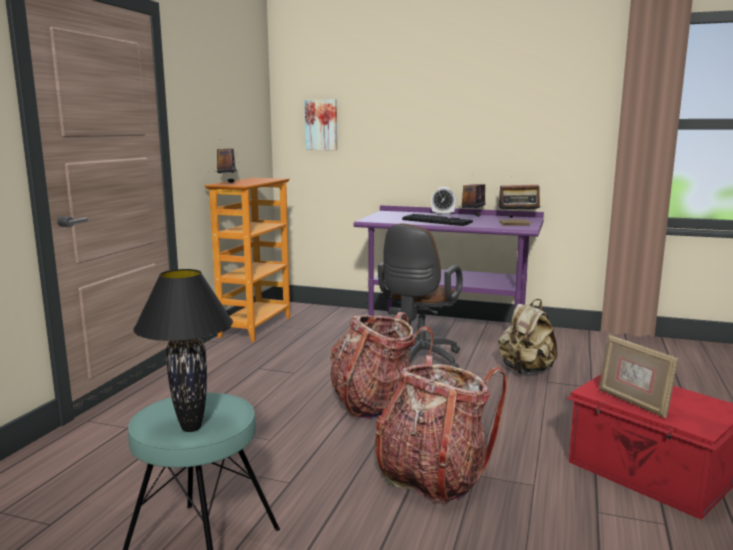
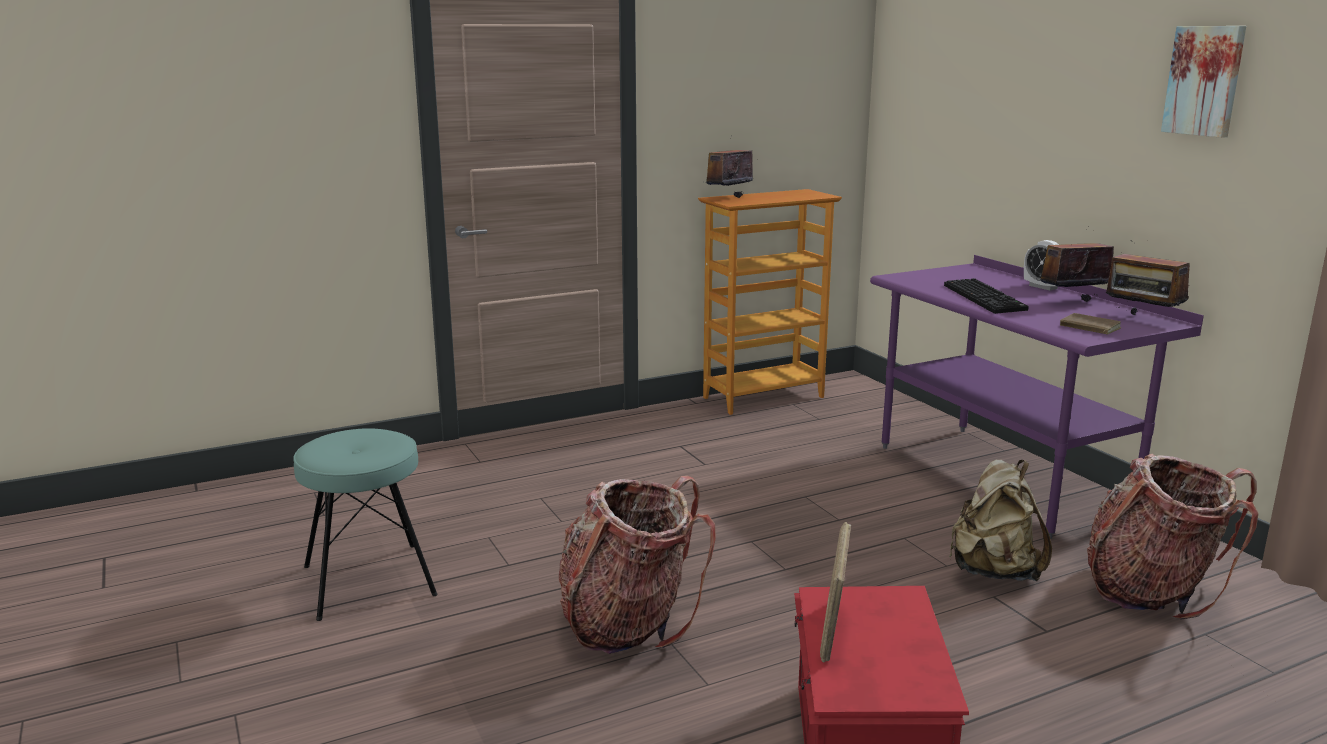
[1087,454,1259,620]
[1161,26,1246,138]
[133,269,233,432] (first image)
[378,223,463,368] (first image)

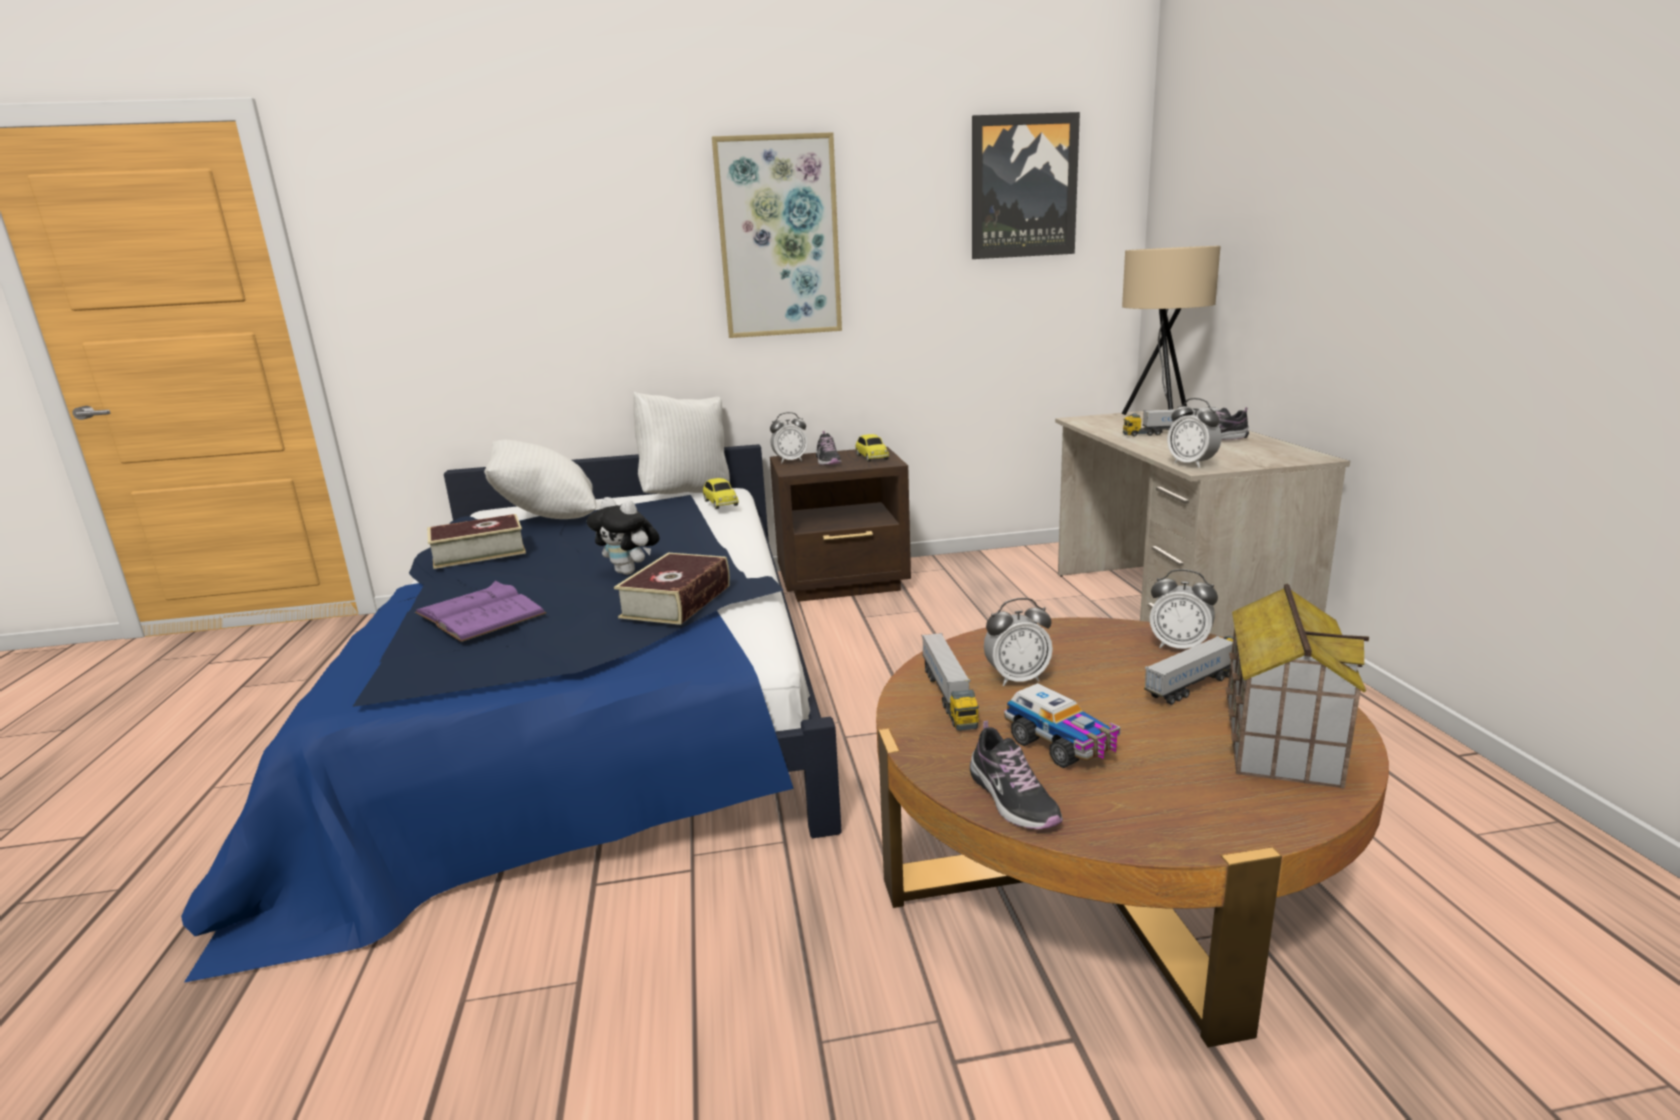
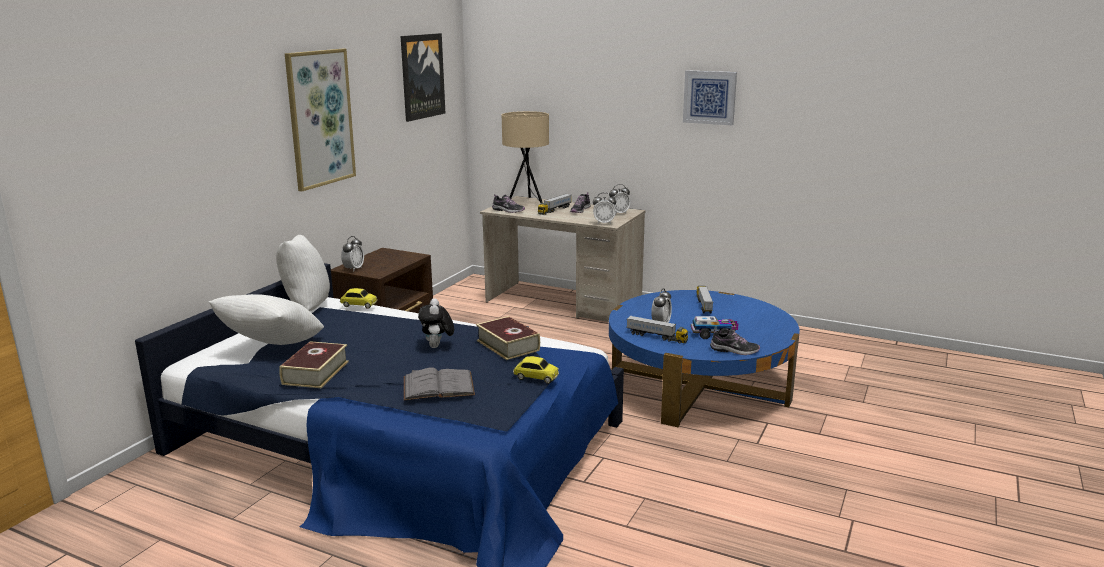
[404,367,475,400]
[418,298,454,348]
[492,194,525,213]
[513,356,559,384]
[609,184,631,215]
[609,290,800,427]
[683,70,737,125]
[1226,584,1369,789] (first image)

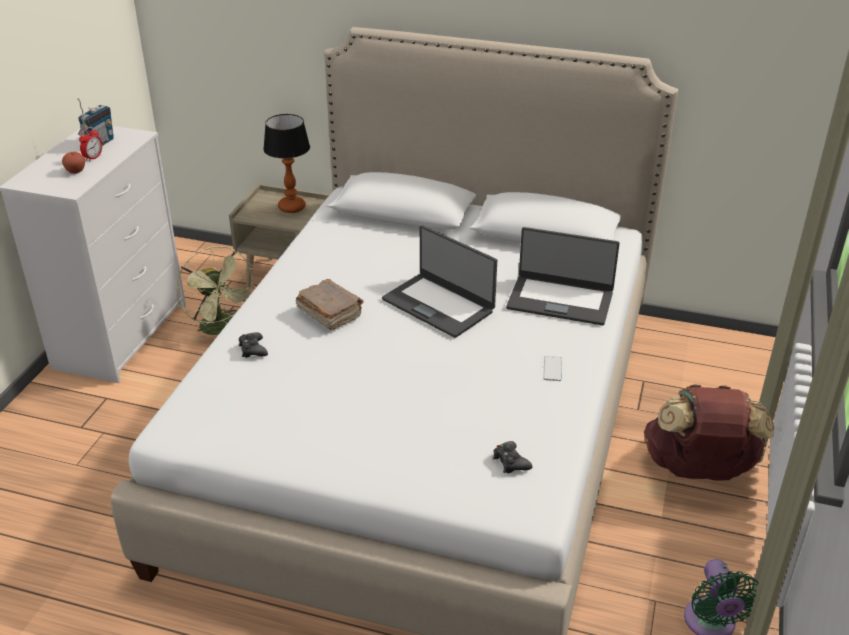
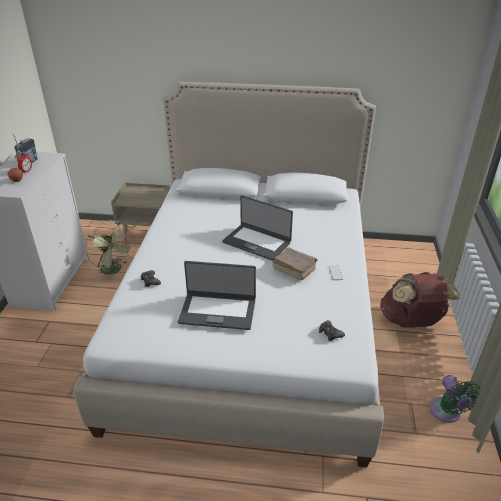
[178,261,256,330]
[273,247,318,280]
[263,114,310,213] (first image)

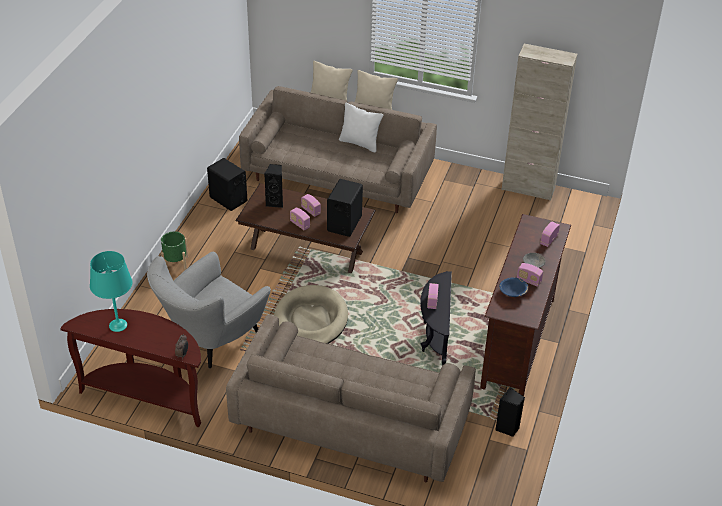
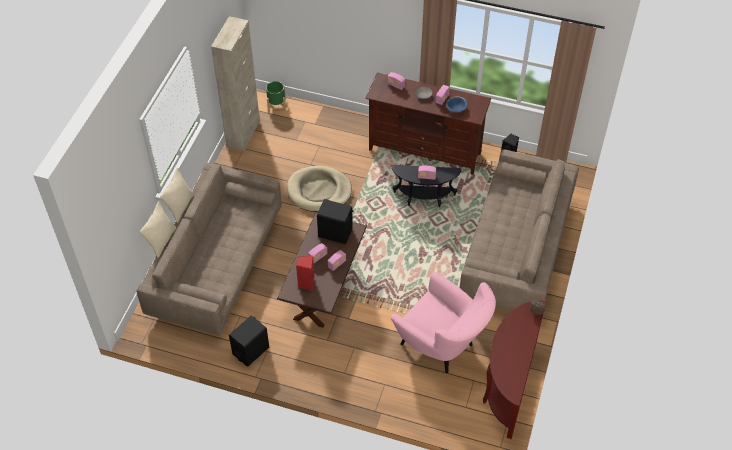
[266,81,286,113]
[287,166,352,212]
[296,256,314,291]
[391,272,496,373]
[90,251,132,332] (first image)
[339,102,383,153] (first image)

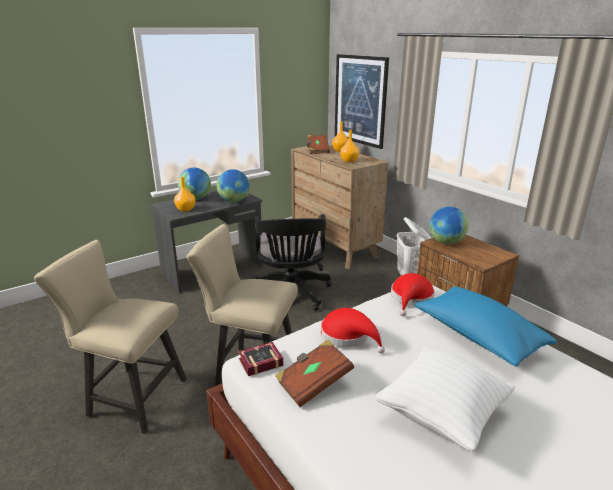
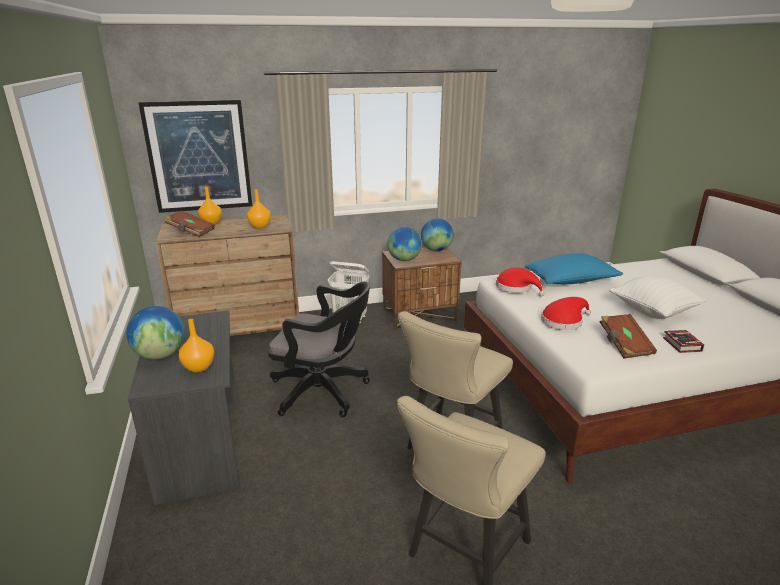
[421,218,454,251]
[663,330,704,353]

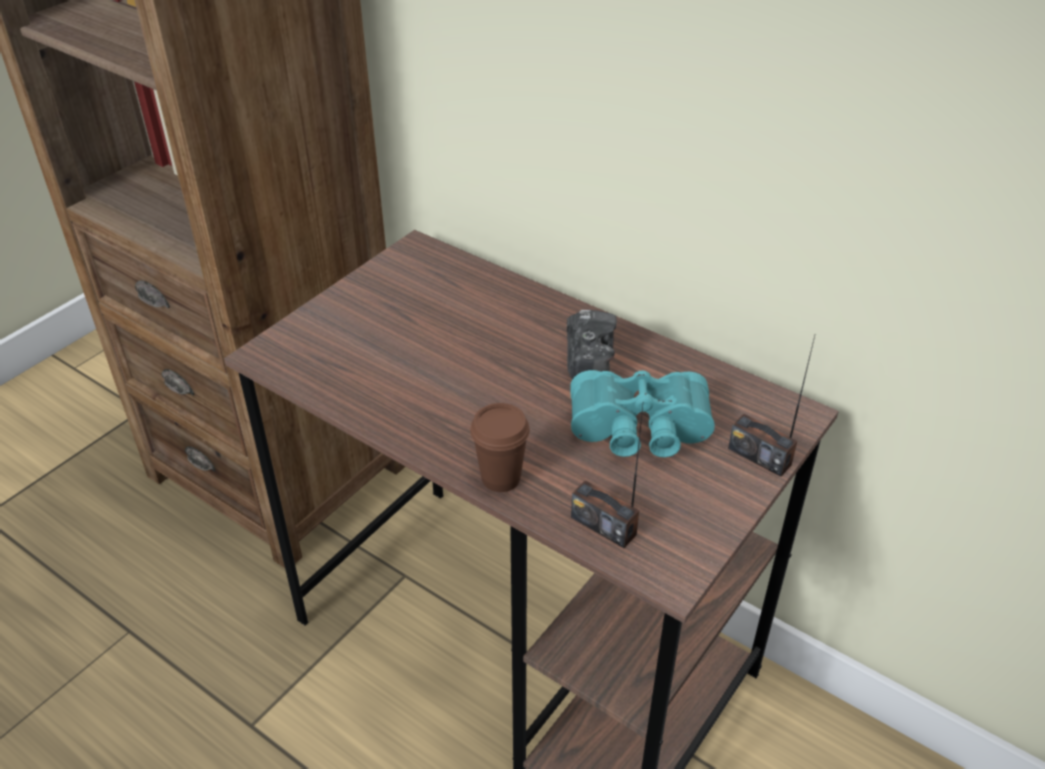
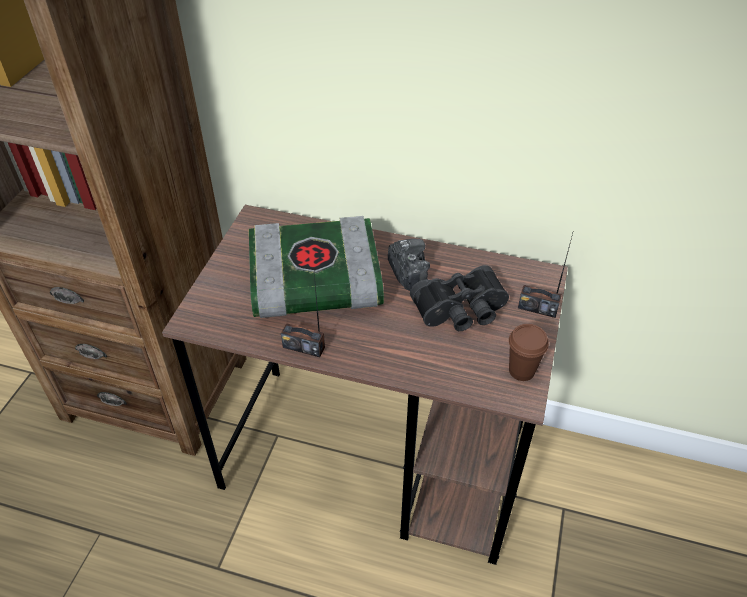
[249,216,384,318]
[281,274,325,357]
[410,265,509,331]
[509,324,549,381]

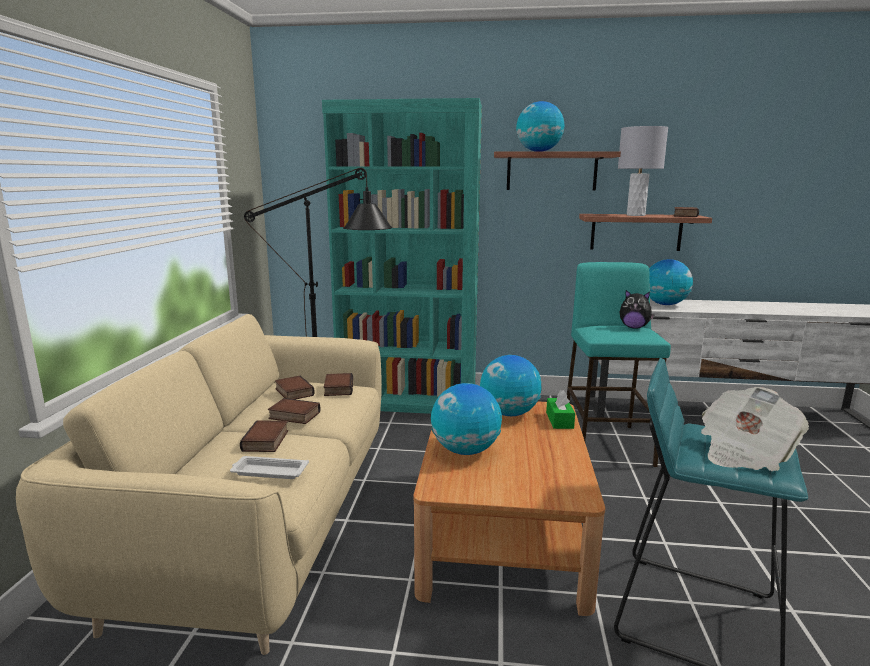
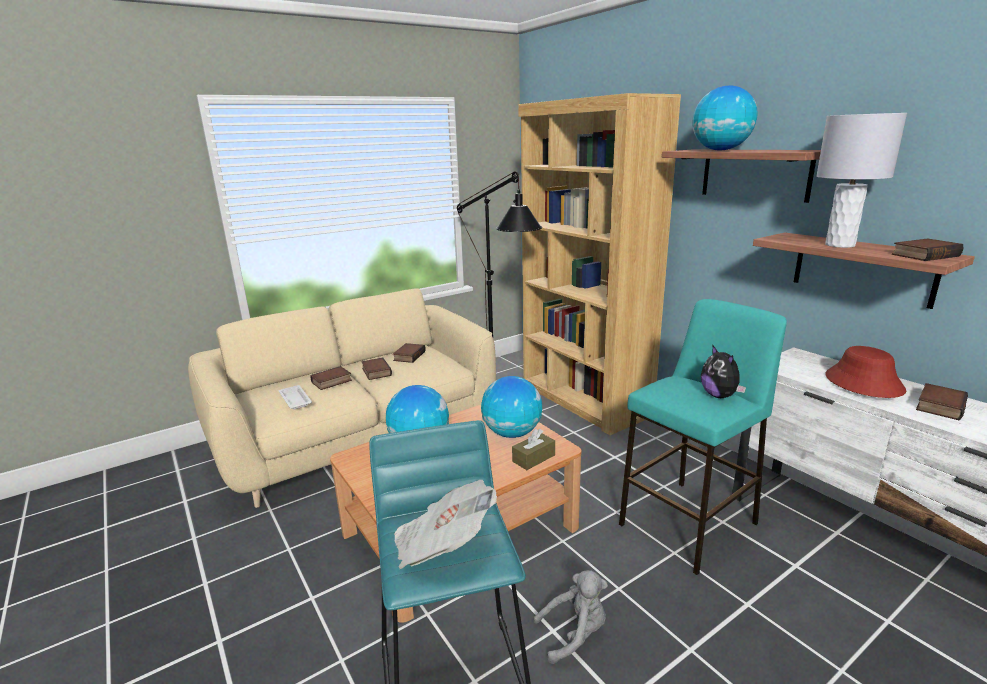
[512,429,555,470]
[518,93,681,435]
[533,570,608,664]
[825,346,906,398]
[916,383,968,420]

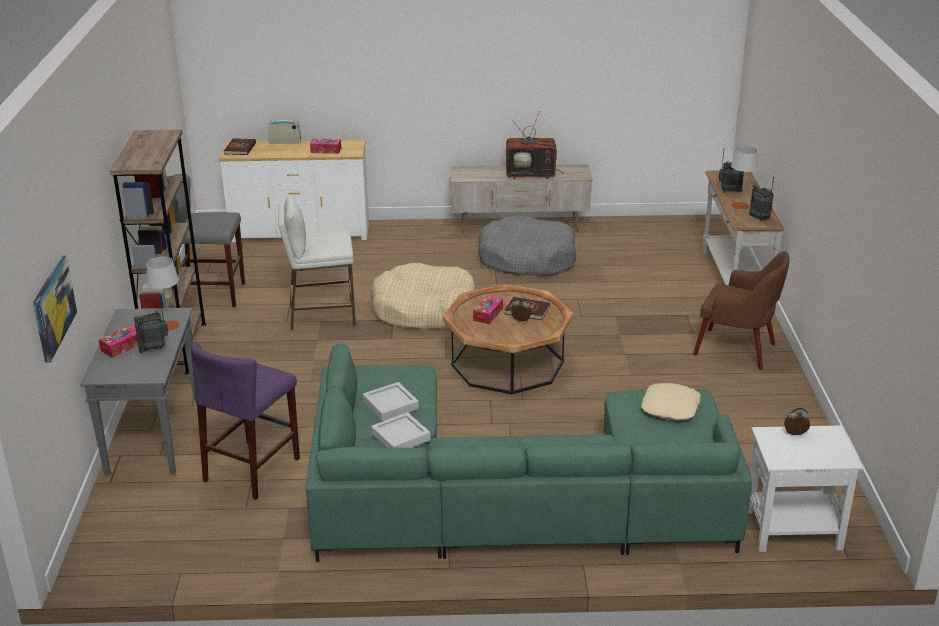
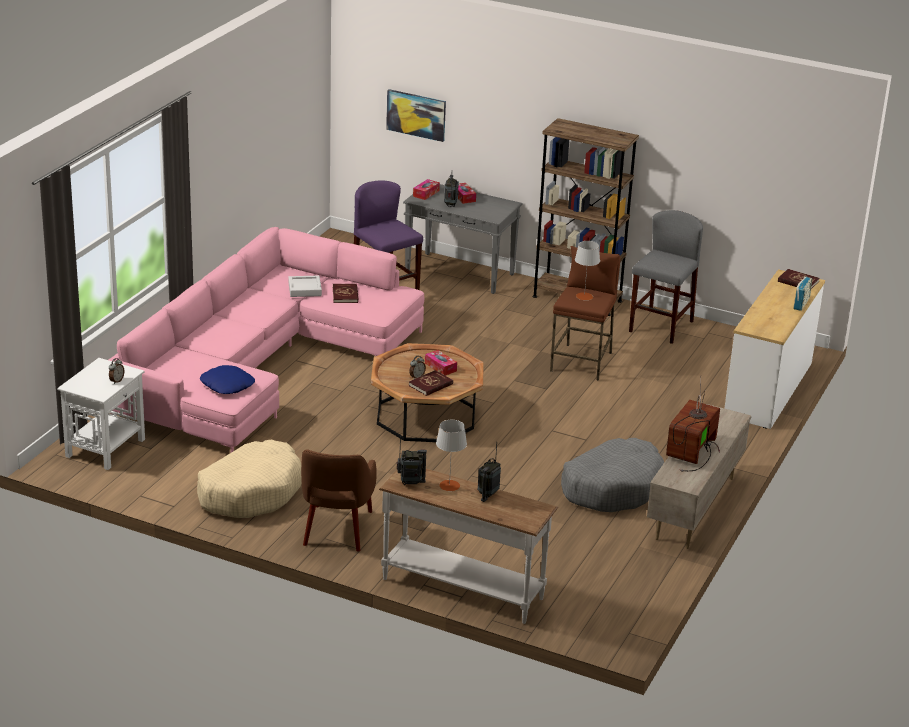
[108,227,424,453]
[197,439,302,518]
[200,365,255,394]
[301,450,377,552]
[333,284,358,303]
[413,179,440,200]
[550,246,620,381]
[575,241,600,300]

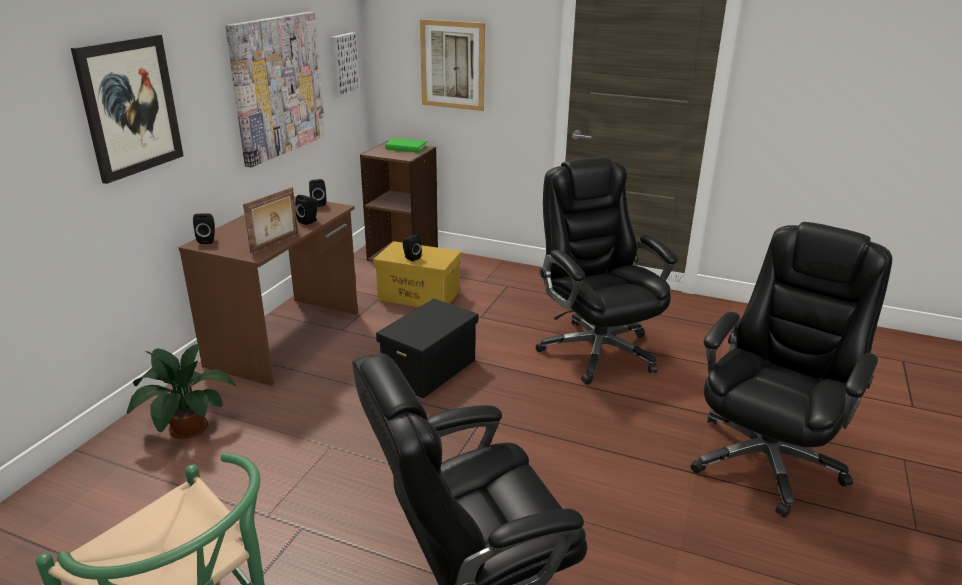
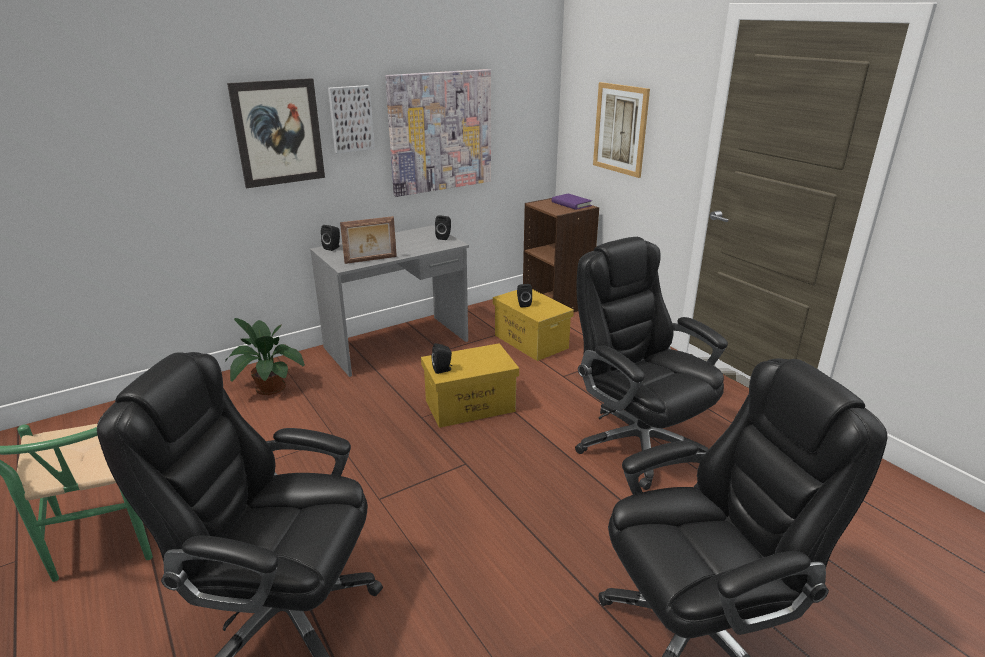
[310,225,469,377]
[328,85,375,153]
[421,343,519,428]
[431,343,452,374]
[552,194,592,210]
[575,237,728,490]

